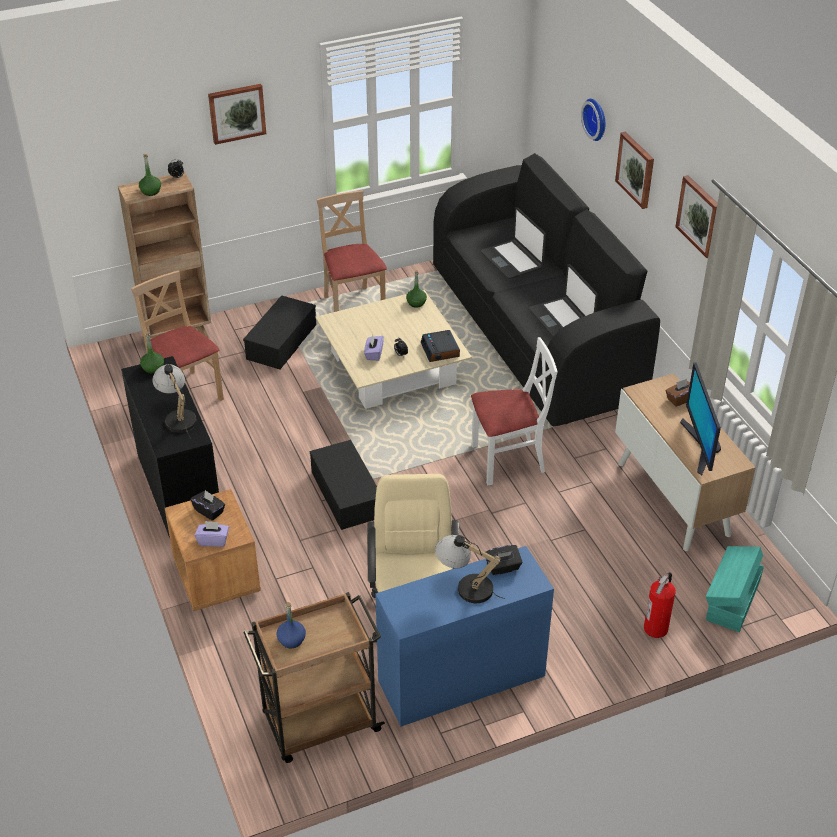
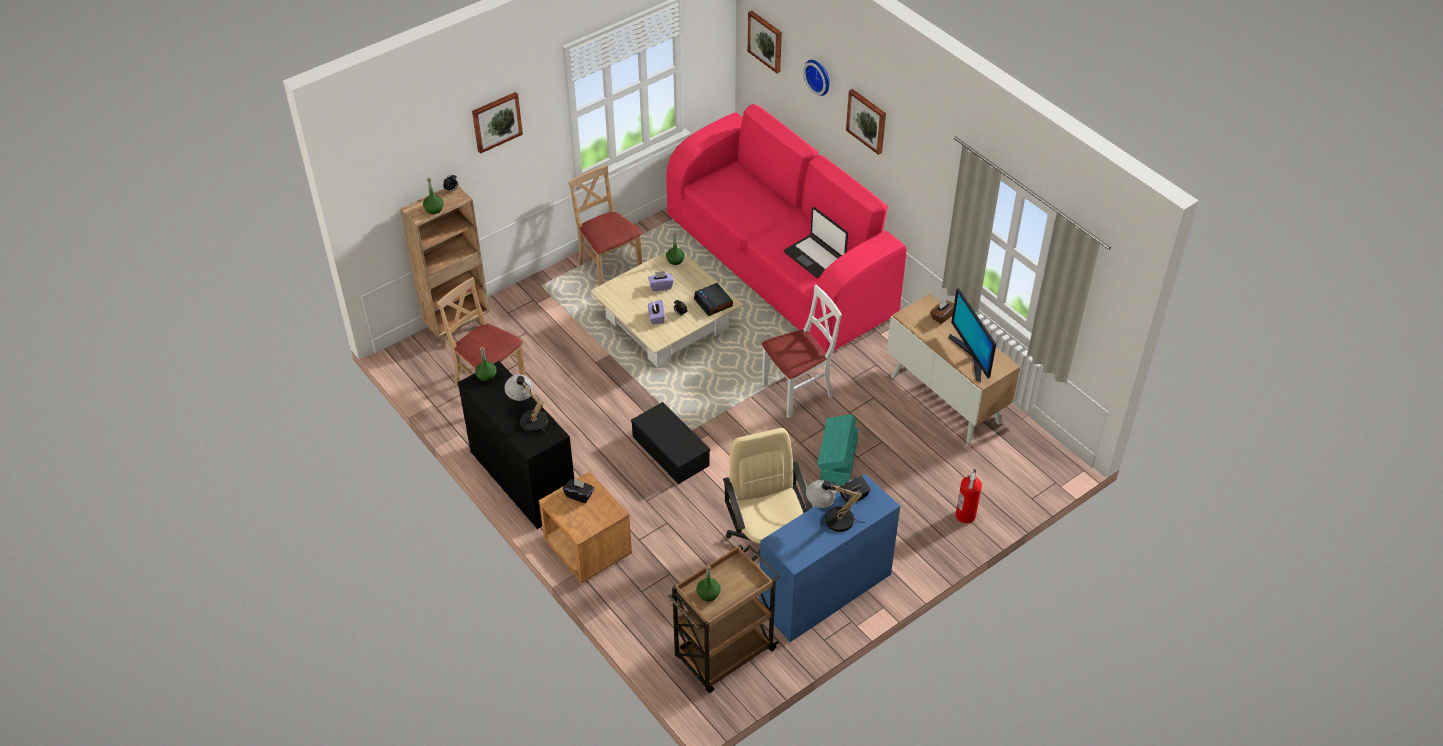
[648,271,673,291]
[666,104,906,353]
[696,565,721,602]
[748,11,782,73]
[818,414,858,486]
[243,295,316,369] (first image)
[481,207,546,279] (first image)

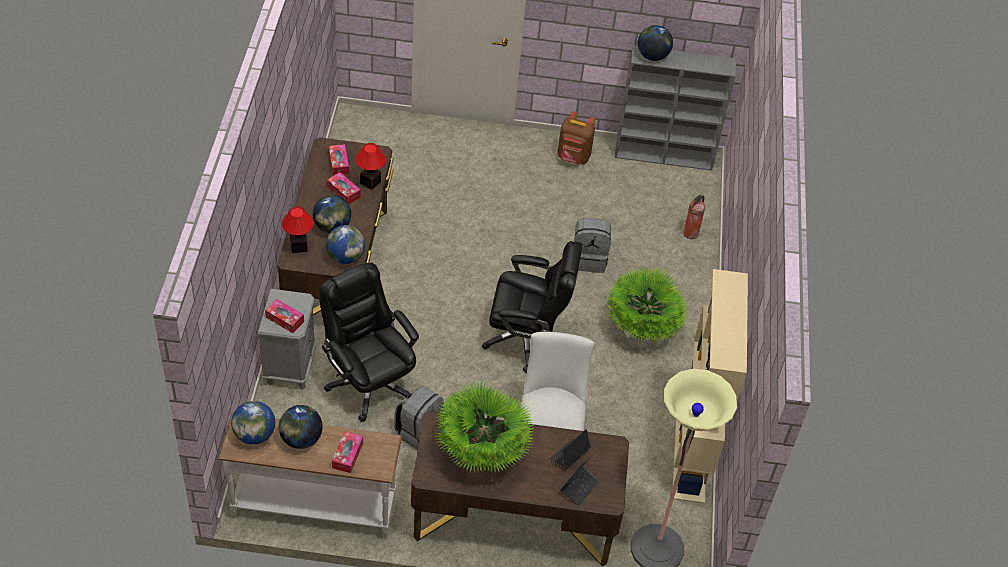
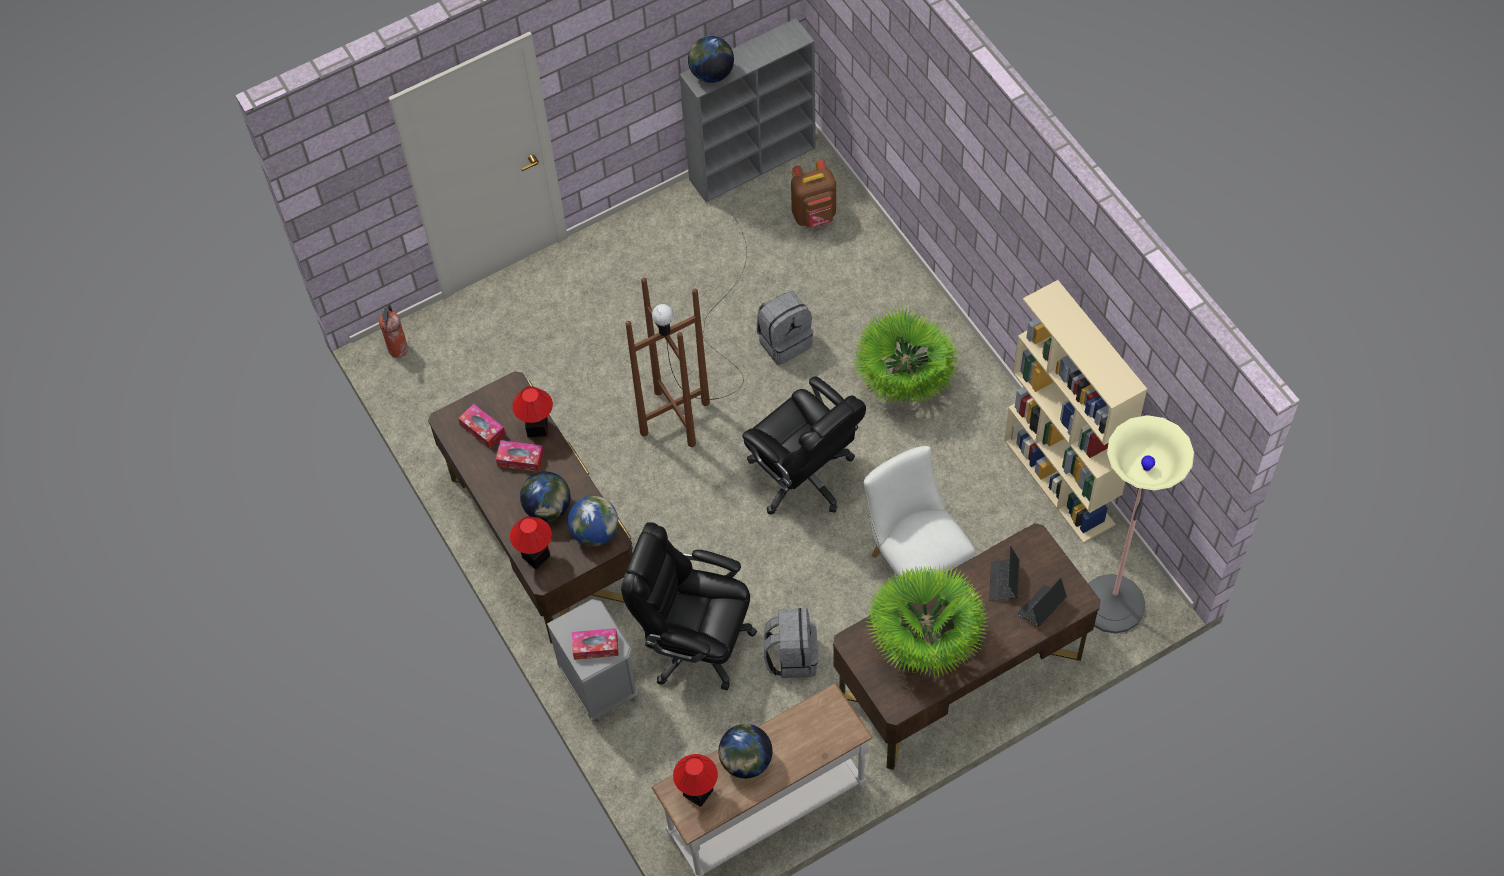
[379,305,408,358]
[626,211,747,447]
[673,754,718,807]
[742,376,866,514]
[791,159,836,228]
[1017,578,1067,626]
[332,431,363,473] (first image)

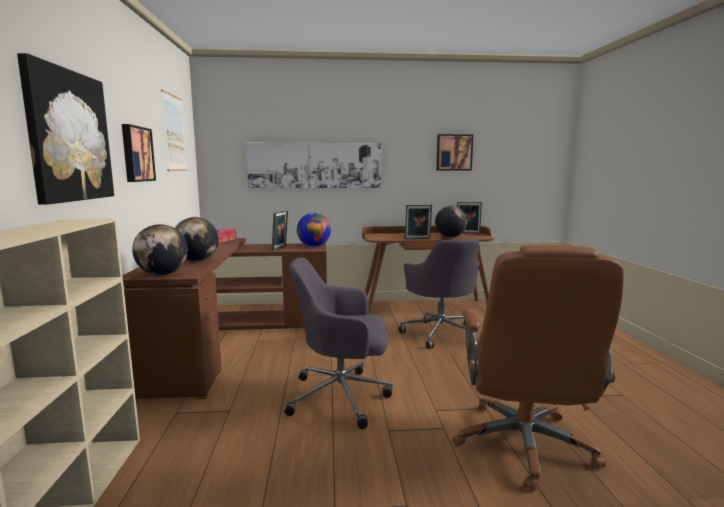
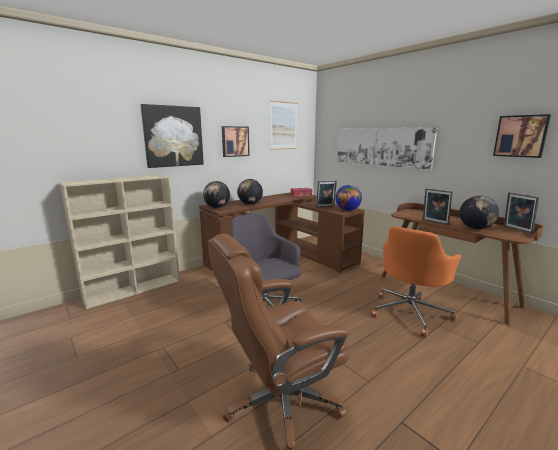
[371,226,461,338]

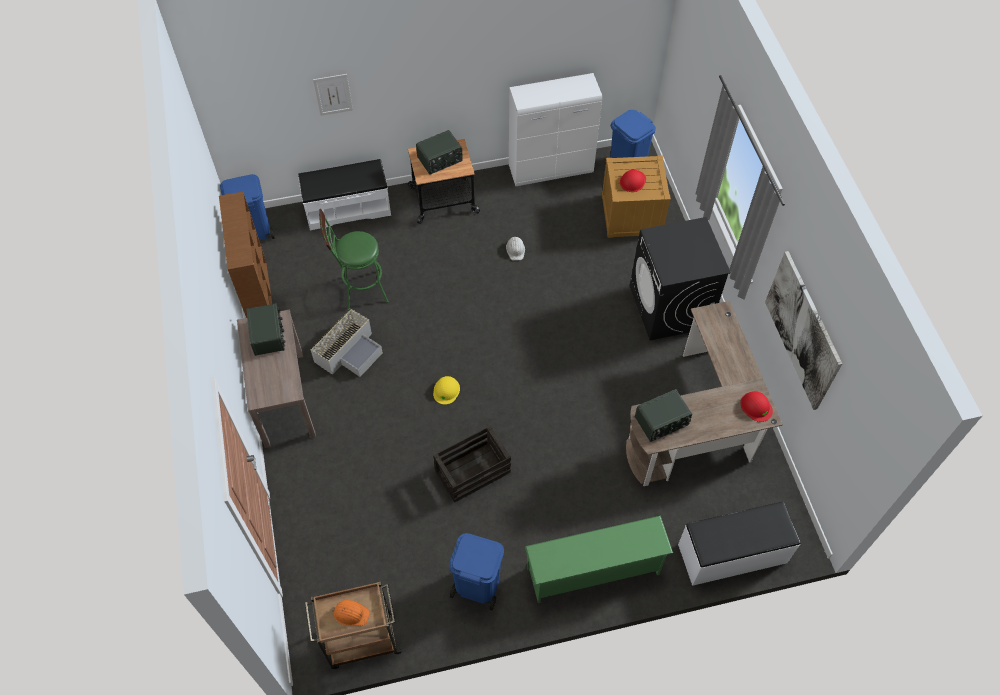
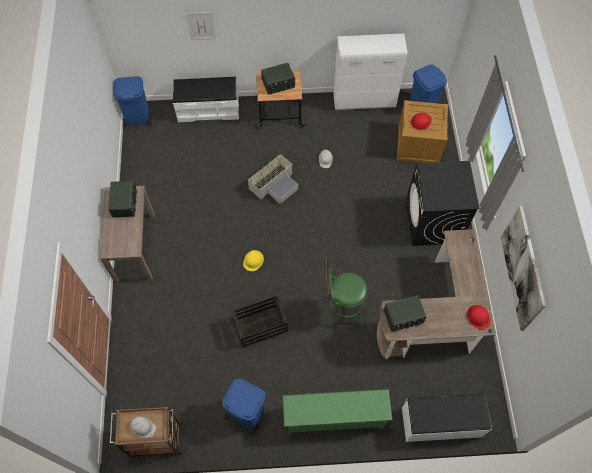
[128,416,157,438]
[248,154,298,204]
[325,258,367,327]
[219,192,272,318] (first image)

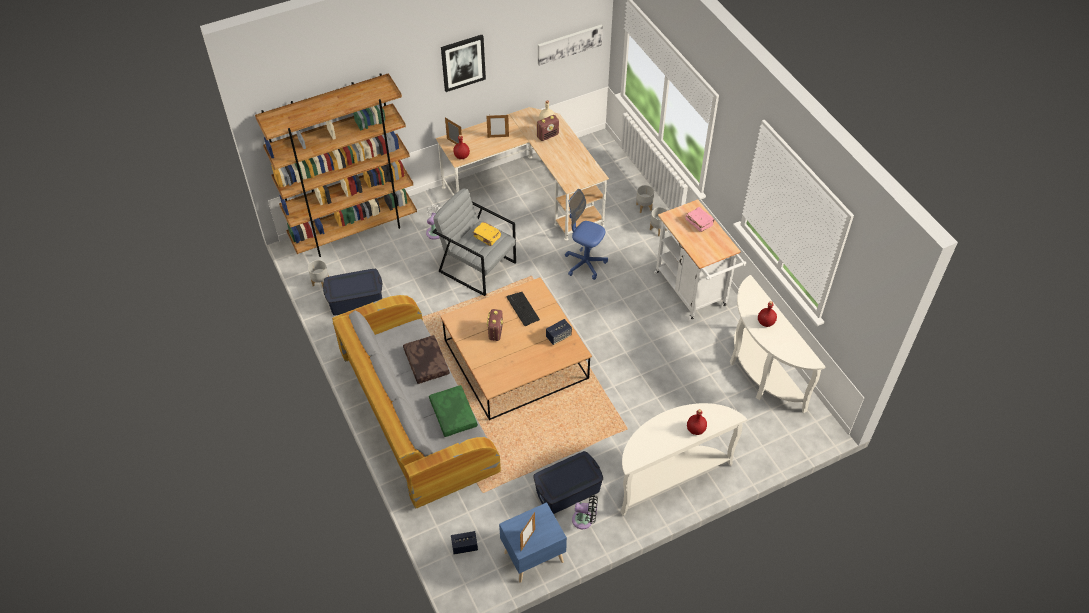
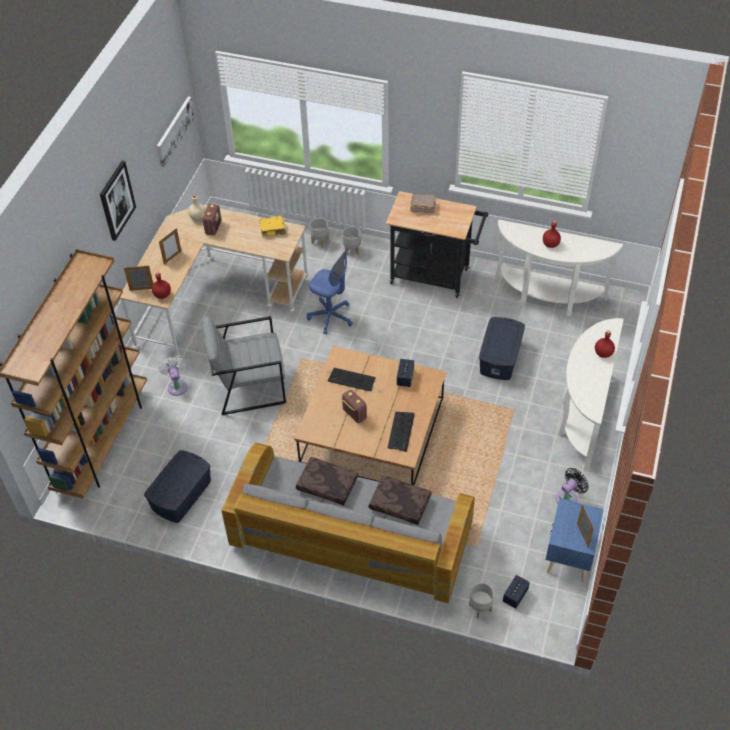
[259,216,286,237]
[307,249,353,335]
[368,475,432,525]
[386,191,488,298]
[388,412,414,452]
[410,194,436,213]
[469,583,494,618]
[479,317,525,380]

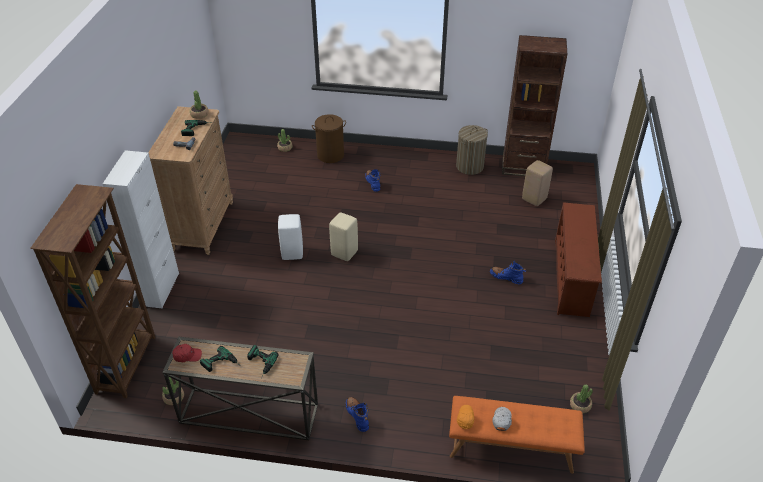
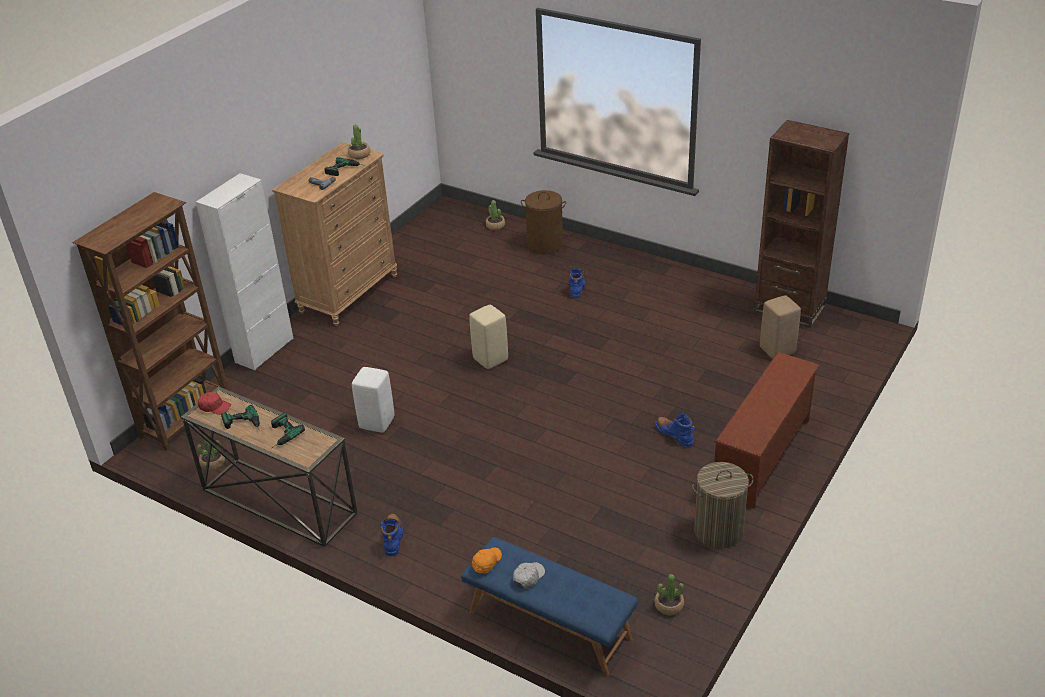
[352,367,394,432]
[461,537,638,677]
[692,462,753,548]

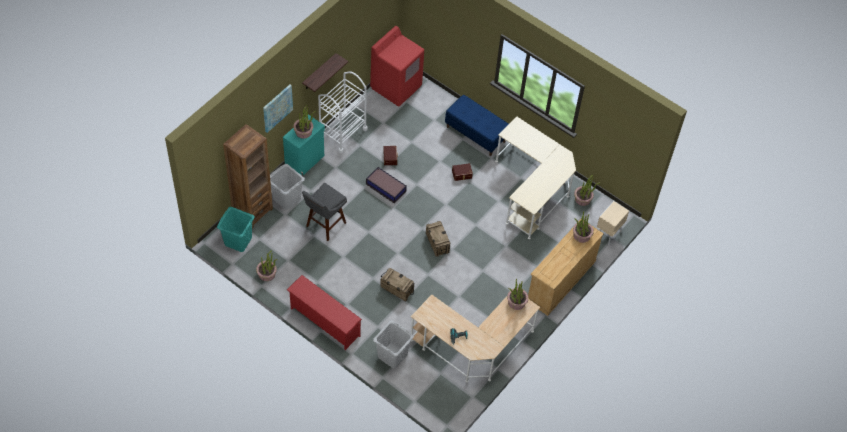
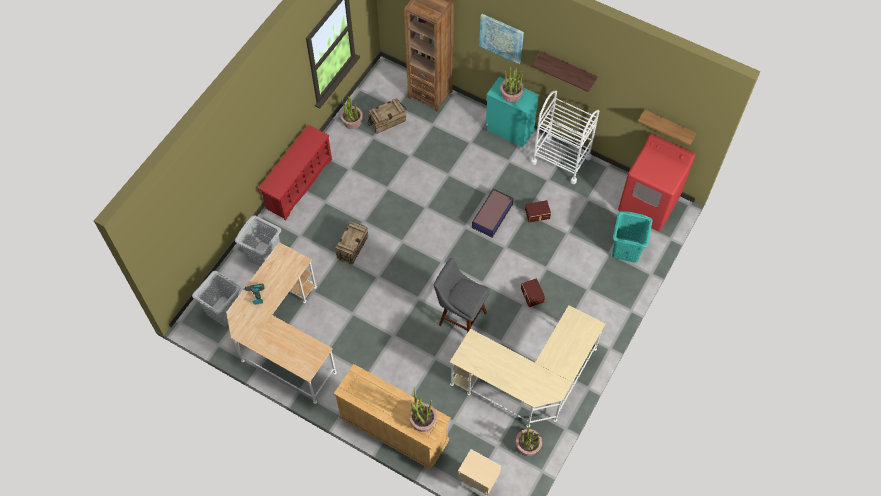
[192,271,241,326]
[368,98,406,134]
[434,258,490,333]
[612,211,653,263]
[638,110,697,146]
[445,95,508,156] (first image)
[507,279,529,310] (first image)

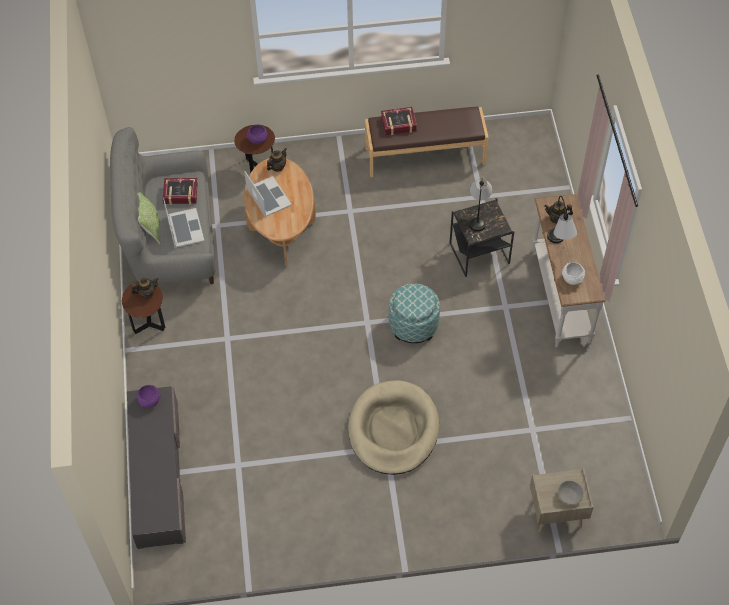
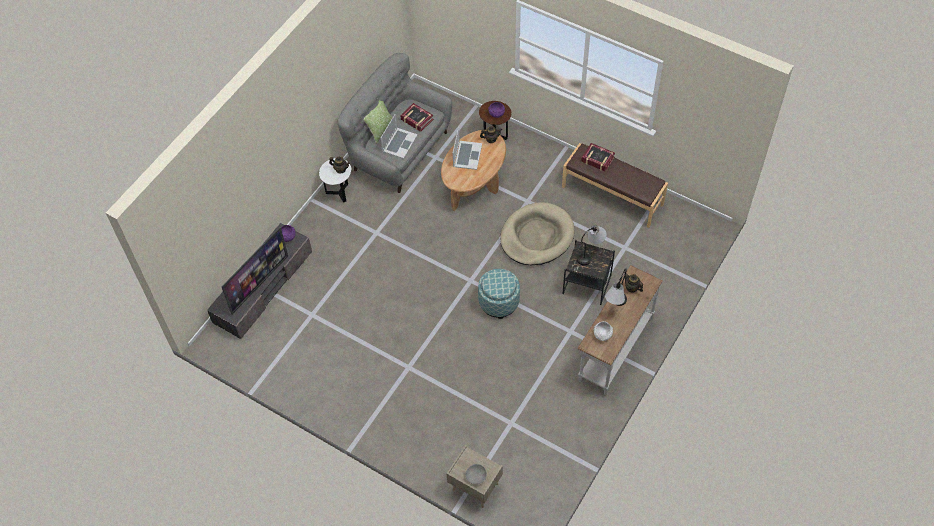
[222,227,288,315]
[319,158,351,203]
[500,202,575,265]

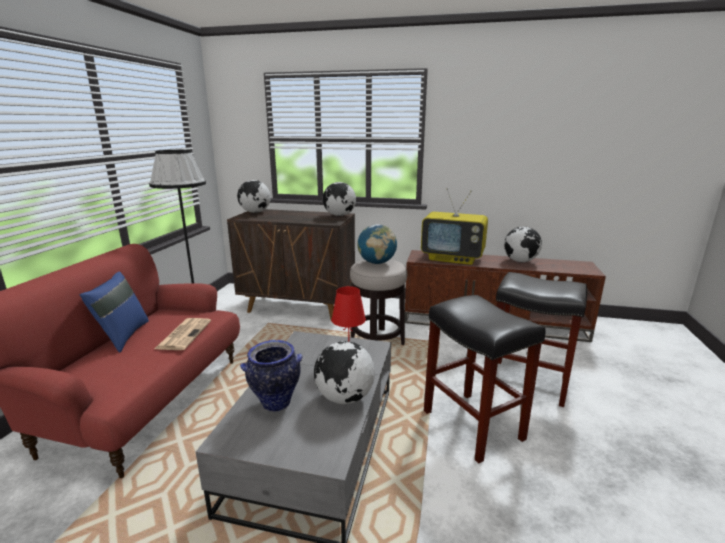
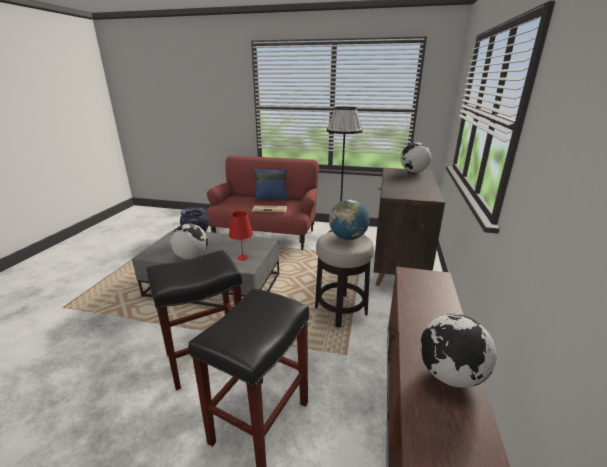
[323,182,356,216] (first image)
[421,188,488,265] (first image)

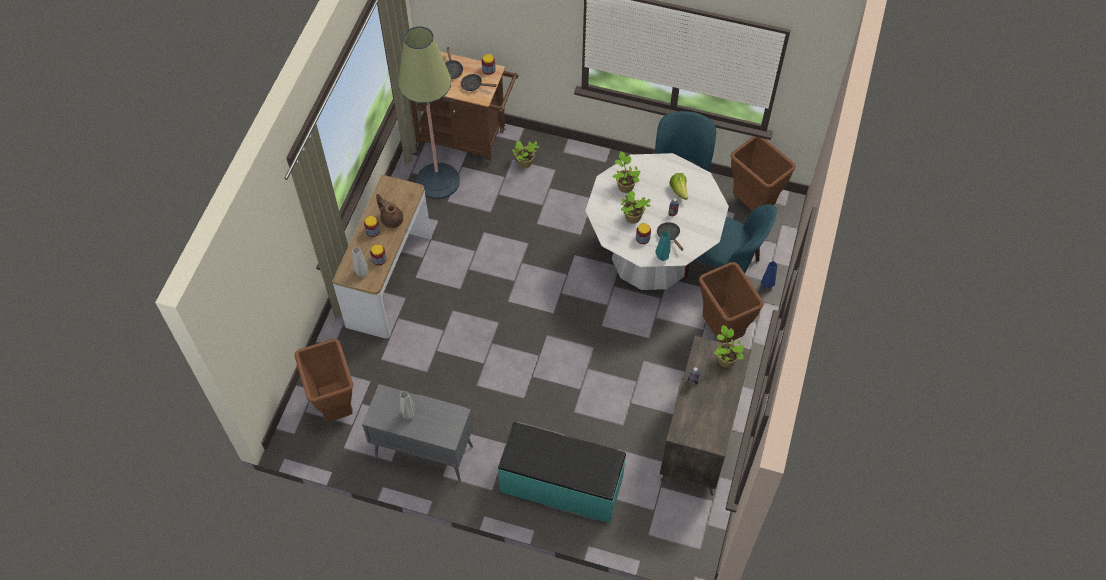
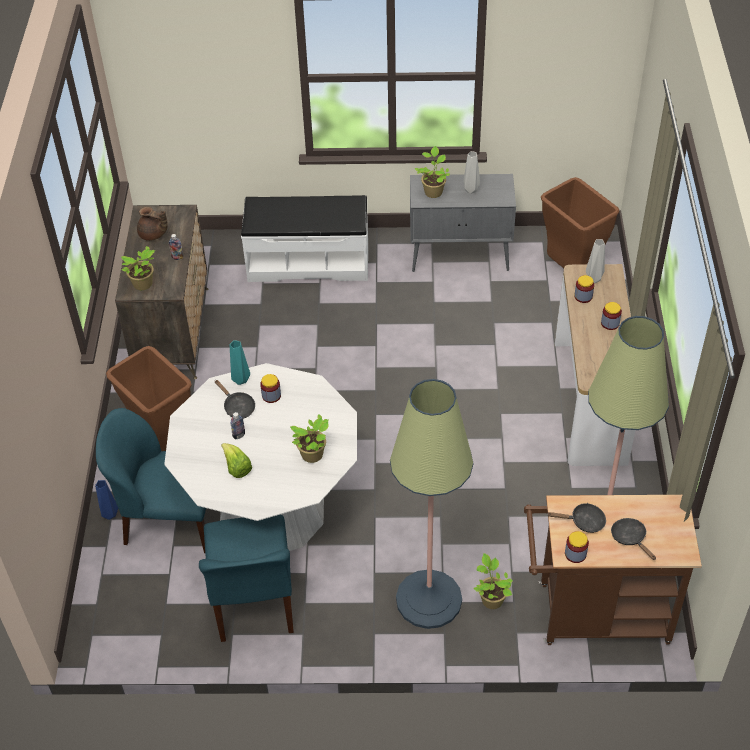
[137,207,168,241]
[241,195,368,282]
[390,379,474,629]
[415,146,450,198]
[731,136,796,211] (first image)

